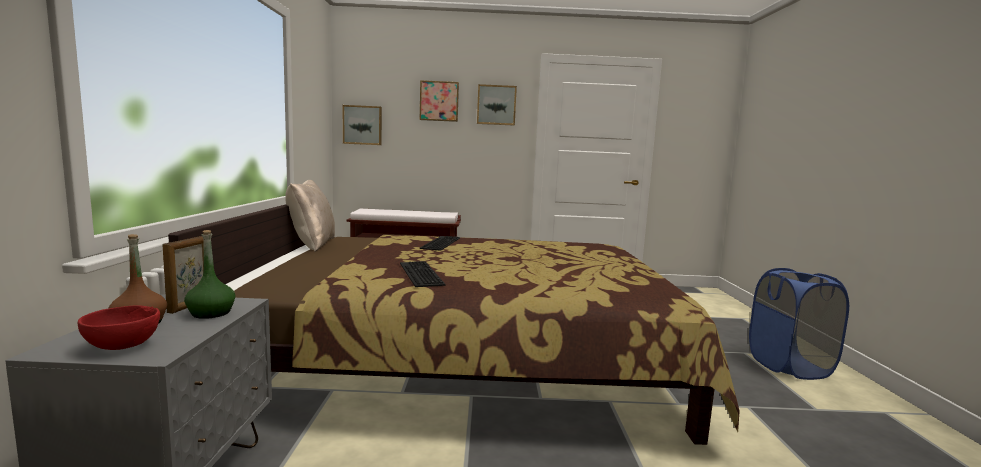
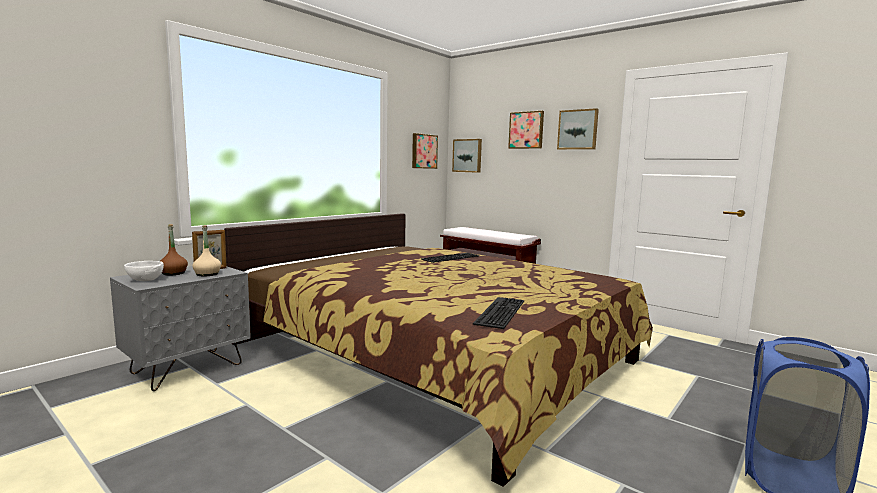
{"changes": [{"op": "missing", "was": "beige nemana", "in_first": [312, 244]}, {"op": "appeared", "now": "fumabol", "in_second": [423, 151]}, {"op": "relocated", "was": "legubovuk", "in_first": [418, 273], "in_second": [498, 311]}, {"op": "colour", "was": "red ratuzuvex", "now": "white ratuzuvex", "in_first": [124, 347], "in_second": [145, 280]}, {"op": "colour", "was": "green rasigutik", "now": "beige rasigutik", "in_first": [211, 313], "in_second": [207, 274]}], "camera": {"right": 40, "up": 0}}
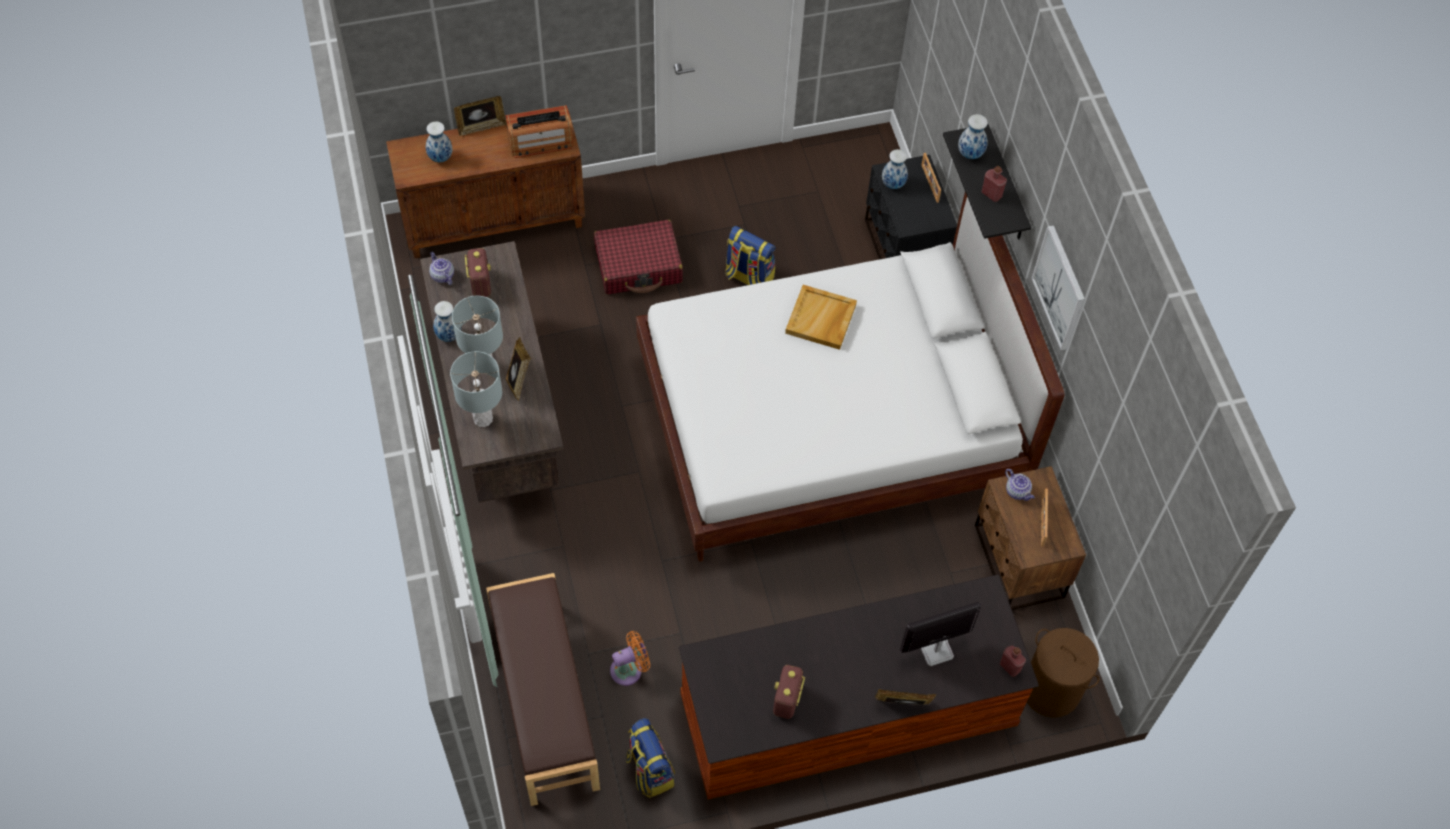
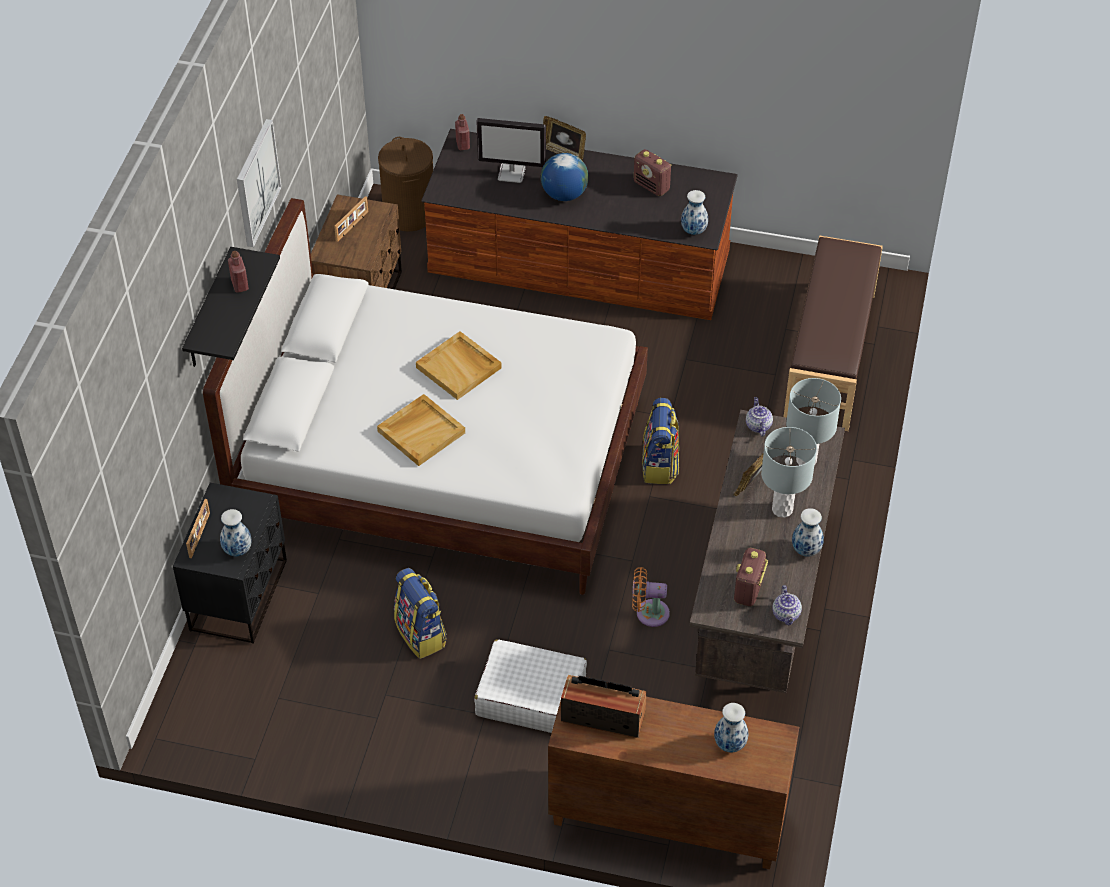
{"changes": [{"op": "missing", "was": "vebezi", "in_first": [481, 127]}, {"op": "appeared", "now": "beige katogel", "in_second": [459, 368]}, {"op": "appeared", "now": "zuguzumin", "in_second": [564, 194]}, {"op": "relocated", "was": "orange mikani", "in_first": [629, 669], "in_second": [648, 613]}, {"op": "relocated", "was": "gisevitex", "in_first": [649, 770], "in_second": [660, 465]}, {"op": "relocated", "was": "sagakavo", "in_first": [970, 154], "in_second": [694, 231]}, {"op": "relocated", "was": "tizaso", "in_first": [1018, 491], "in_second": [758, 425]}, {"op": "colour", "was": "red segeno", "now": "white segeno", "in_first": [639, 265], "in_second": [530, 696]}, {"op": "spun", "was": "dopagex", "in_first": [787, 700], "in_second": [652, 186], "clockwise": 90}], "camera": {"right": -150, "up": -10}}
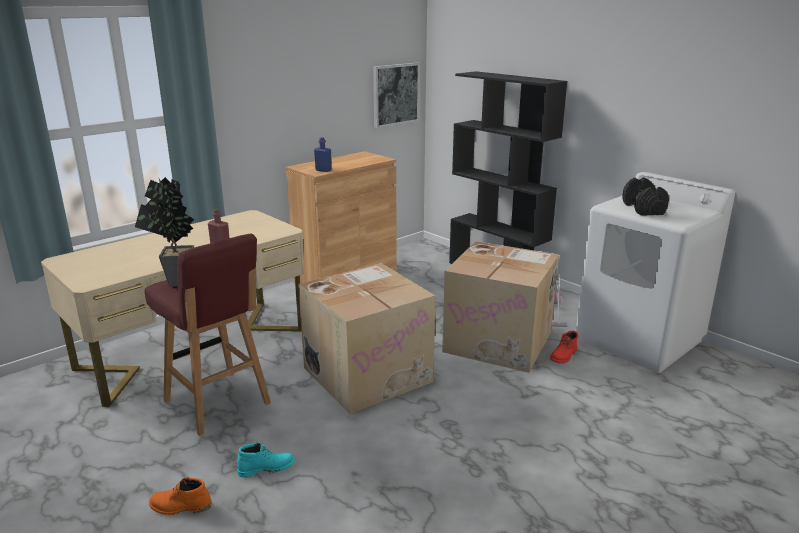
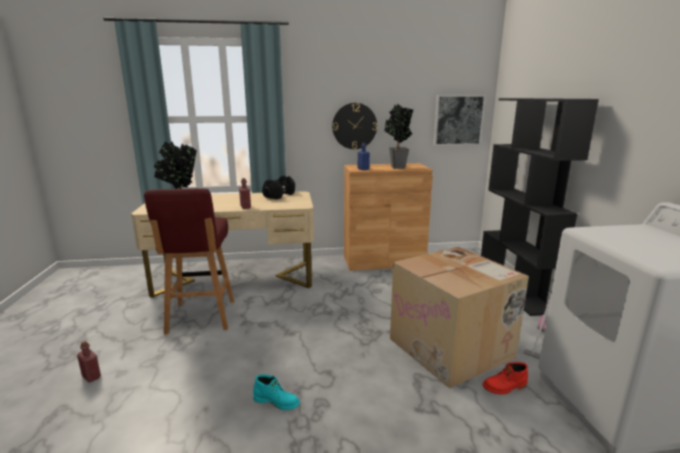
{"changes": [{"op": "missing", "was": "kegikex", "in_first": [368, 373]}, {"op": "appeared", "now": "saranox", "in_second": [354, 126]}, {"op": "appeared", "now": "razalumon", "in_second": [397, 168]}, {"op": "relocated", "was": "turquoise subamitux", "in_first": [266, 468], "in_second": [277, 402]}, {"op": "relocated", "was": "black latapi", "in_first": [643, 209], "in_second": [279, 195]}, {"op": "exchanged", "was": "orange subamitux", "now": "red rasigutik", "in_first": [180, 507], "in_second": [91, 377]}], "camera": {"right": 35, "up": -5}}
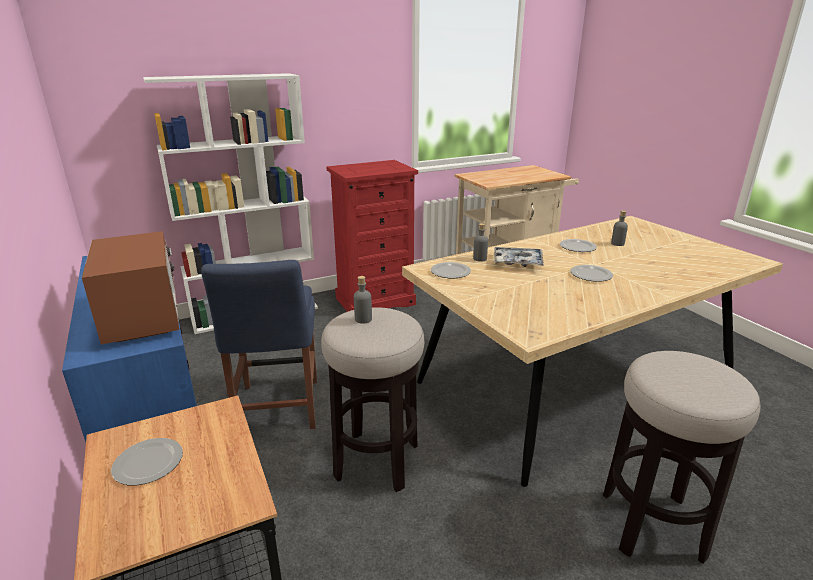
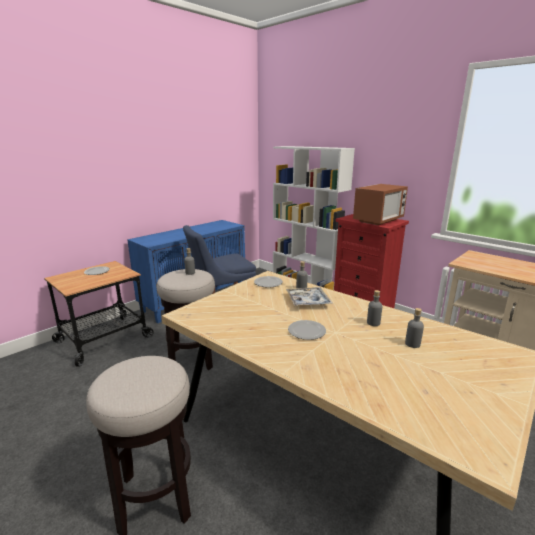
{"changes": [{"op": "relocated", "was": "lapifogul", "in_first": [143, 319], "in_second": [378, 220]}, {"op": "exchanged", "was": "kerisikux", "now": "grey rasigutik", "in_first": [577, 247], "in_second": [373, 323]}], "camera": {"right": 70, "up": -5}}
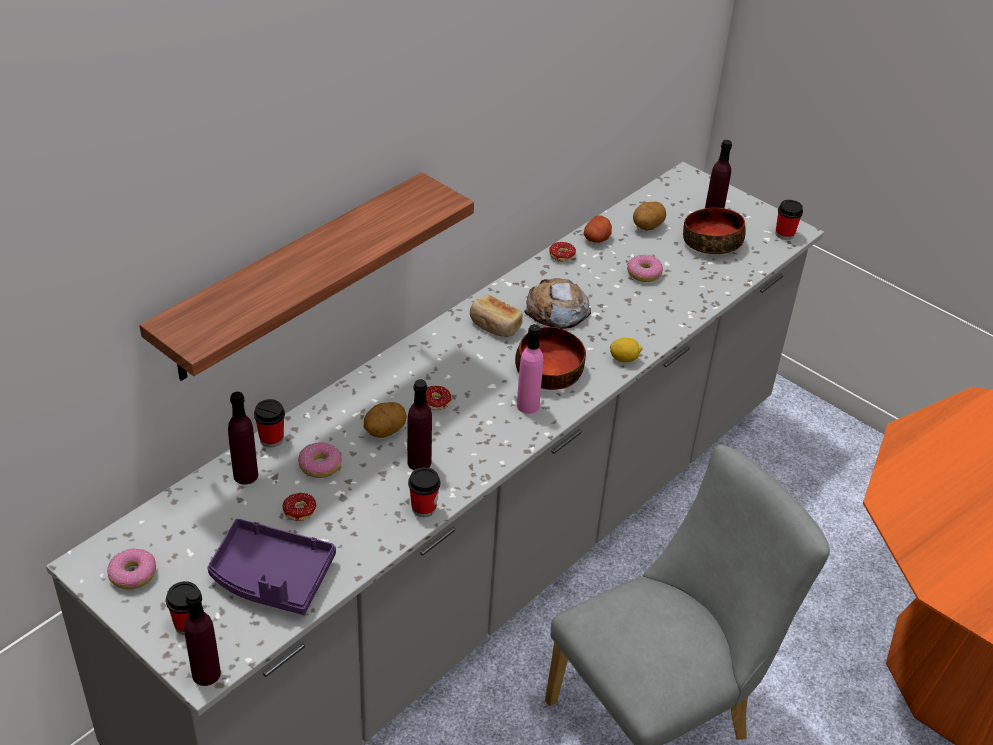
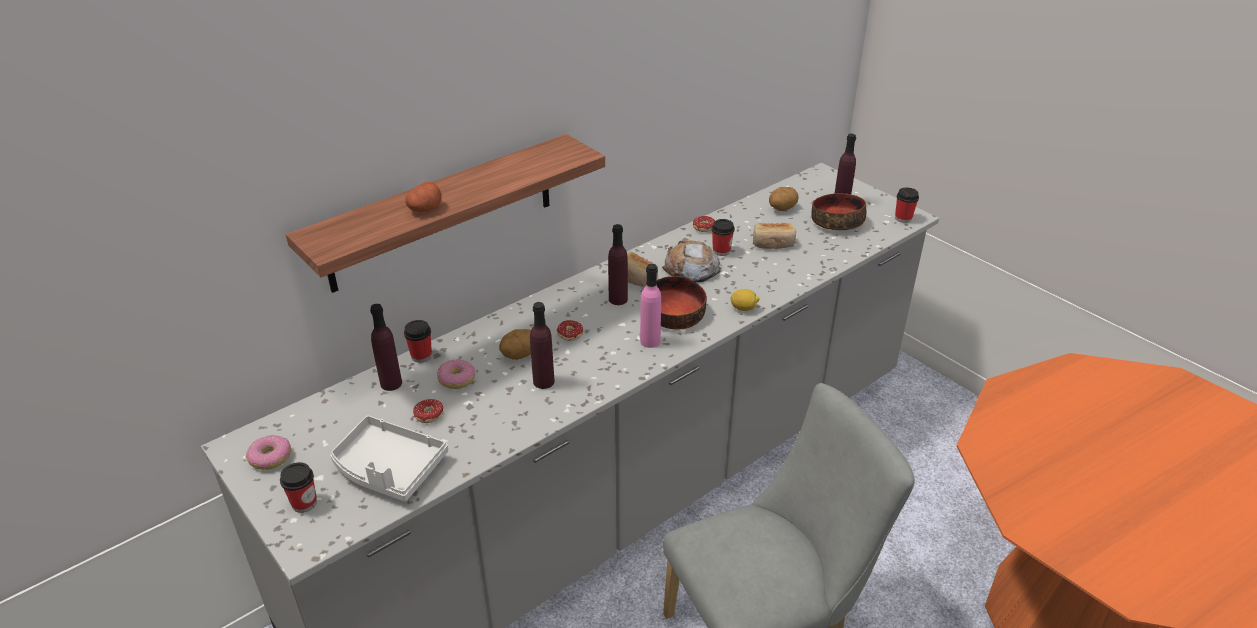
{"changes": [{"op": "relocated", "was": "purple rasigutik", "in_first": [206, 673], "in_second": [618, 299]}, {"op": "relocated", "was": "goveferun", "in_first": [423, 508], "in_second": [721, 251]}, {"op": "relocated", "was": "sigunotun", "in_first": [597, 238], "in_second": [425, 209]}, {"op": "exchanged", "was": "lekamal", "now": "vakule", "in_first": [644, 274], "in_second": [773, 243]}, {"op": "colour", "was": "purple katogel", "now": "grey katogel", "in_first": [271, 577], "in_second": [388, 468]}], "camera": {"right": 10, "up": -5}}
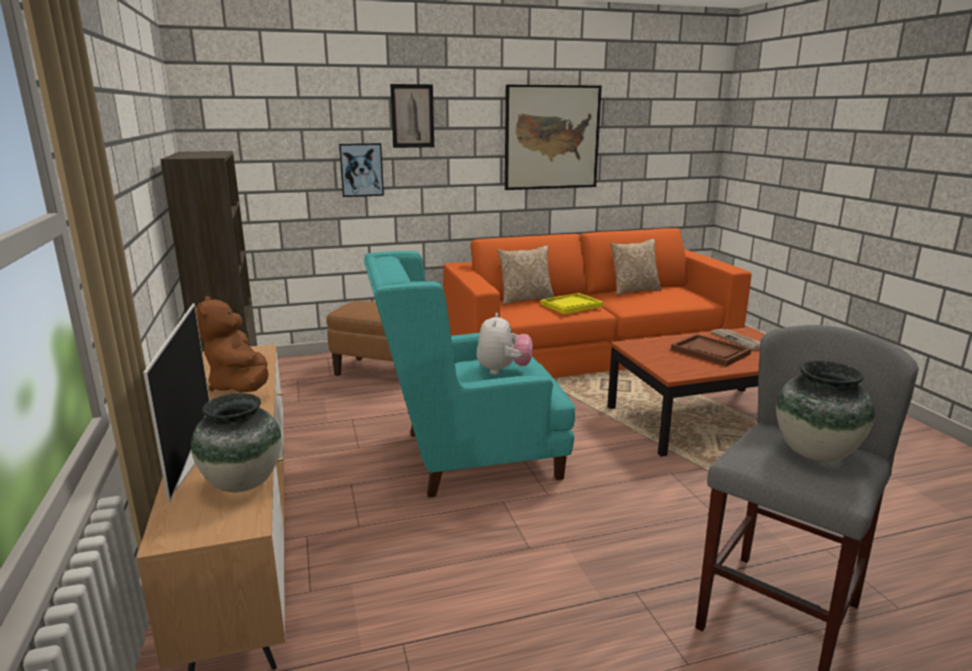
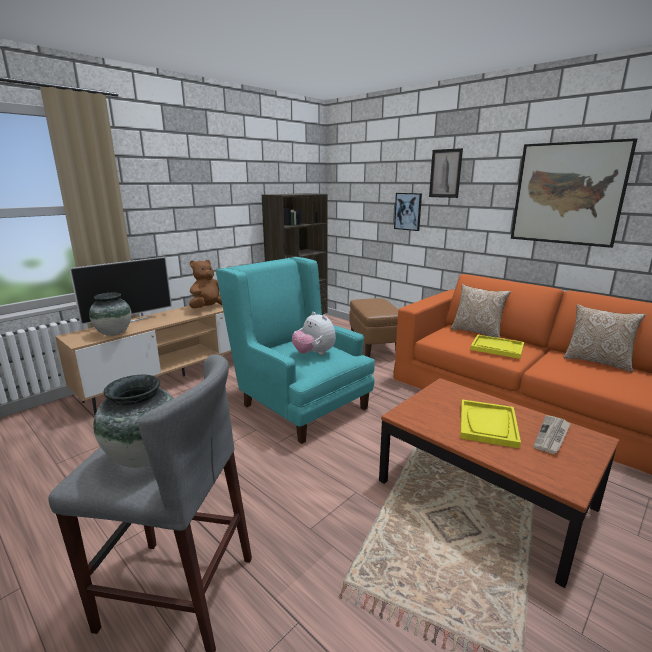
{"changes": [{"op": "colour", "was": "brown katogel", "now": "yellow katogel", "in_first": [710, 352], "in_second": [488, 424]}, {"op": "spun", "was": "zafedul", "in_first": [503, 370], "in_second": [314, 353], "clockwise": 75}], "camera": {"right": 60, "up": 0}}
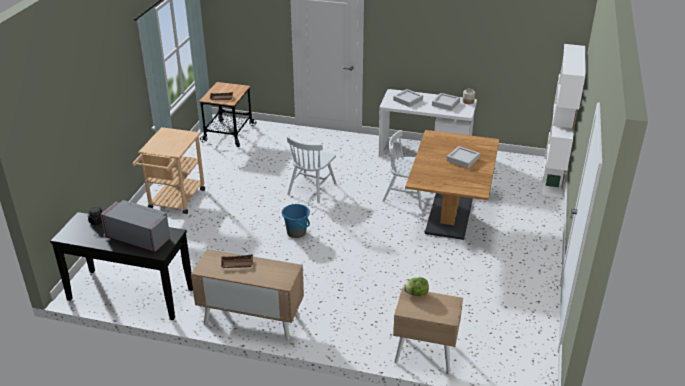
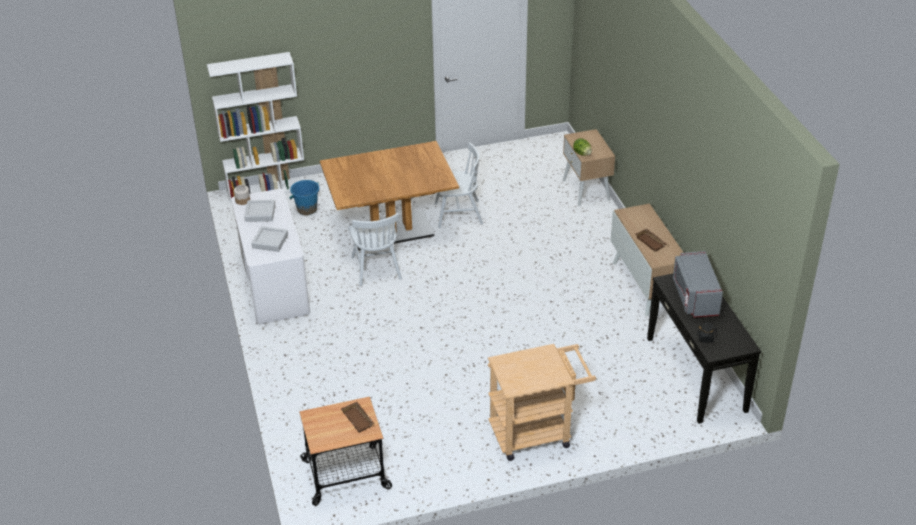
{"changes": [{"op": "missing", "was": "grey katogel", "in_first": [463, 159]}, {"op": "relocated", "was": "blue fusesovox", "in_first": [296, 232], "in_second": [307, 209]}, {"op": "relocated", "was": "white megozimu", "in_first": [311, 188], "in_second": [458, 214]}], "camera": {"right": -120, "up": 5}}
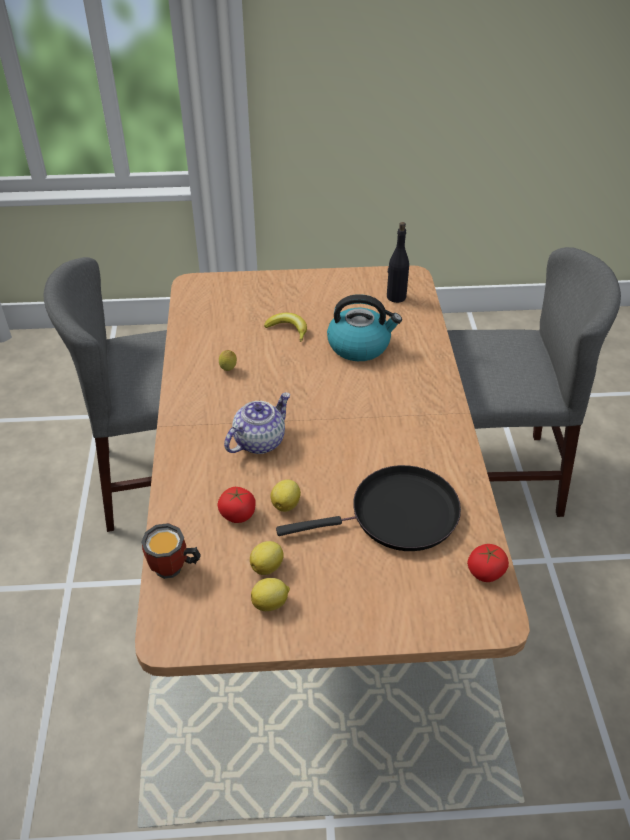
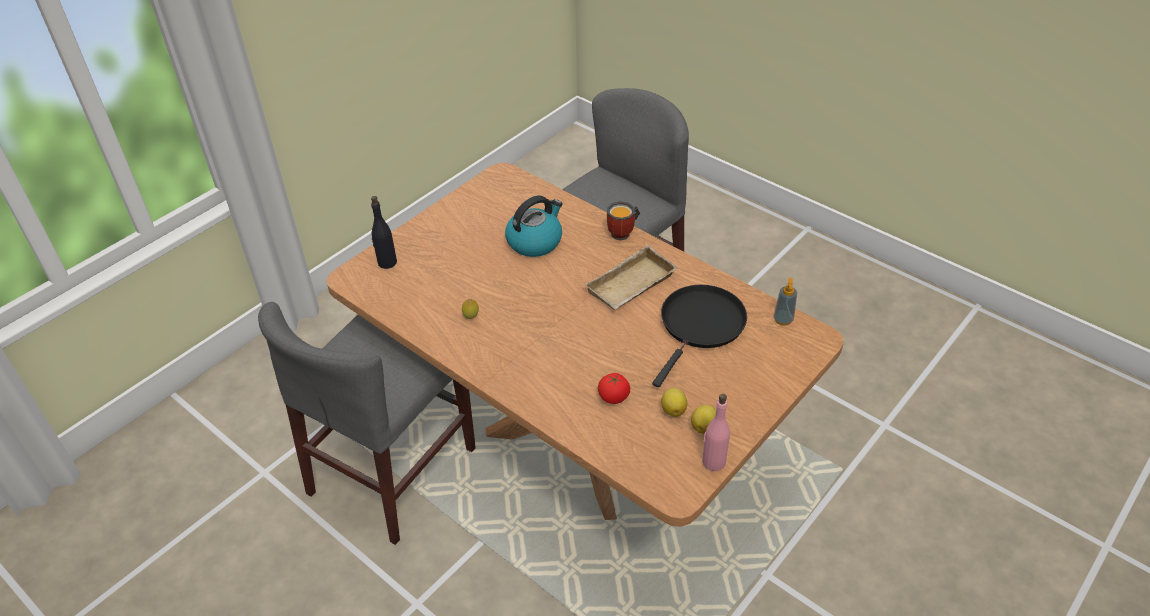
{"changes": [{"op": "missing", "was": "tizaso", "in_first": [259, 441]}, {"op": "missing", "was": "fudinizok", "in_first": [288, 329]}, {"op": "missing", "was": "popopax", "in_first": [286, 504]}, {"op": "appeared", "now": "beige katogel", "in_second": [632, 286]}, {"op": "appeared", "now": "pink rasigutik", "in_second": [713, 461]}, {"op": "relocated", "was": "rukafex", "in_first": [173, 569], "in_second": [624, 233]}, {"op": "relocated", "was": "black rasigutik", "in_first": [396, 297], "in_second": [387, 262]}, {"op": "exchanged", "was": "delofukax", "now": "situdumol", "in_first": [485, 572], "in_second": [783, 319]}], "camera": {"right": -45, "up": 0}}
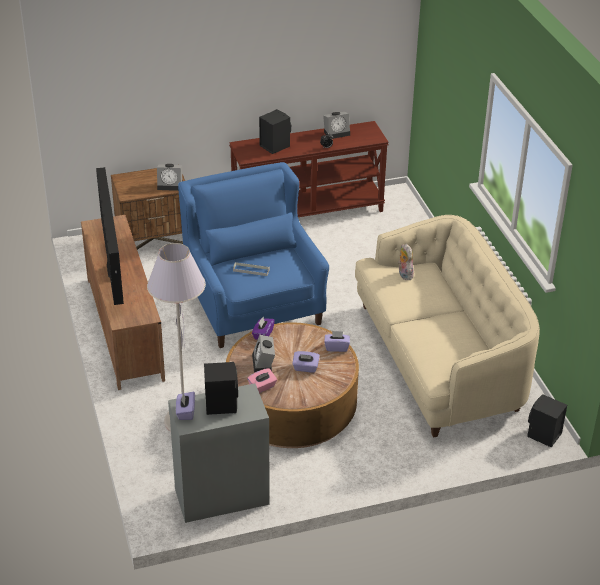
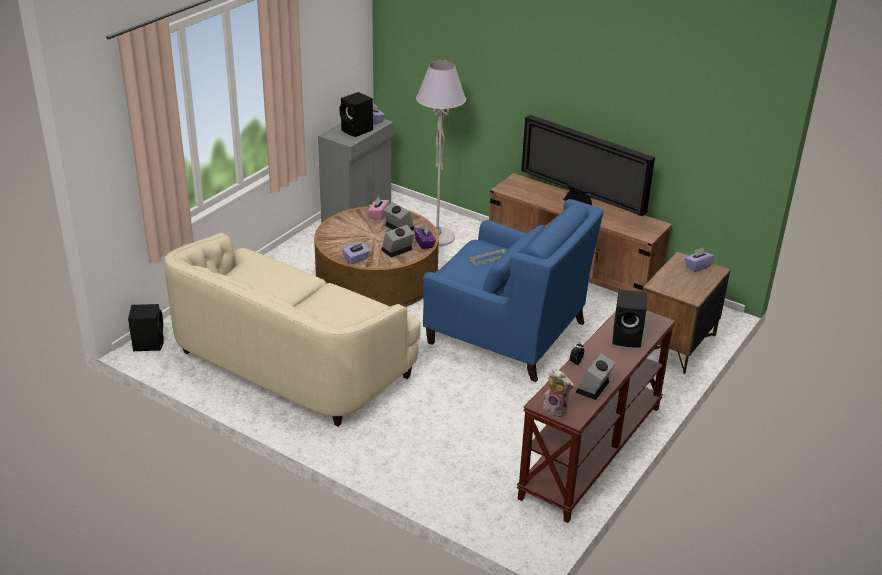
{"changes": [{"op": "relocated", "was": "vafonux", "in_first": [171, 185], "in_second": [397, 251]}, {"op": "relocated", "was": "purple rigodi", "in_first": [305, 368], "in_second": [697, 266]}, {"op": "relocated", "was": "zafedul", "in_first": [404, 274], "in_second": [556, 410]}], "camera": {"right": 140, "up": -5}}
